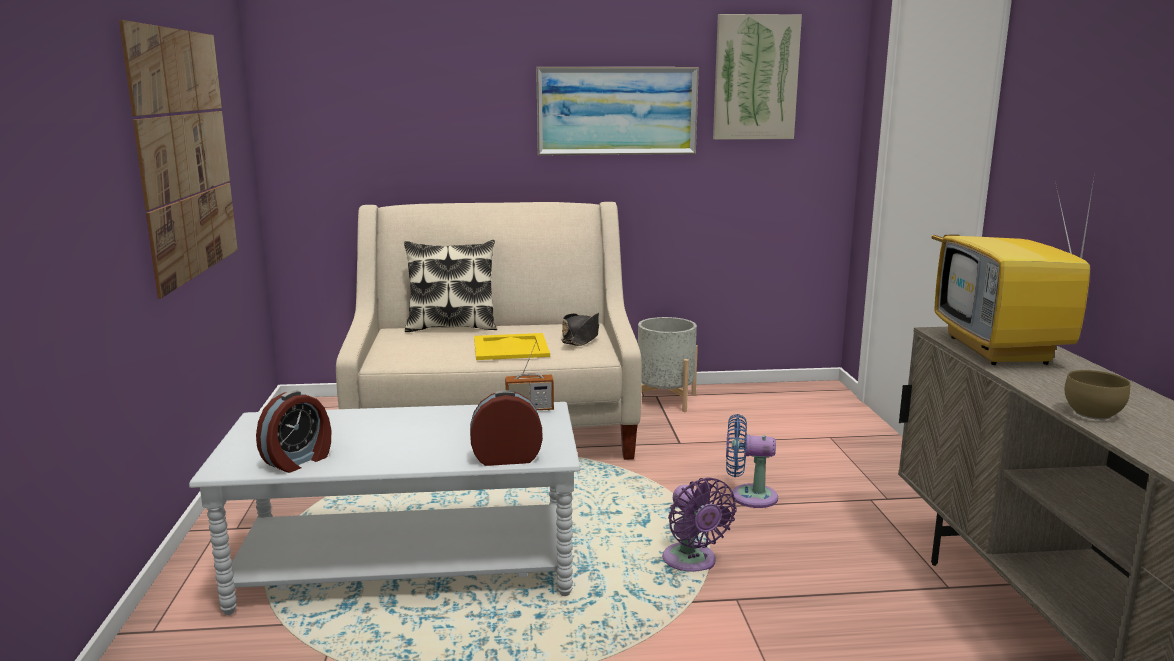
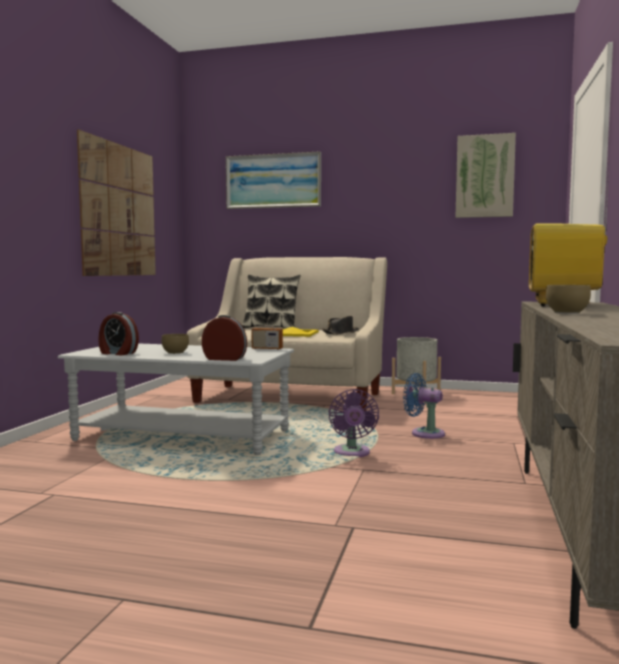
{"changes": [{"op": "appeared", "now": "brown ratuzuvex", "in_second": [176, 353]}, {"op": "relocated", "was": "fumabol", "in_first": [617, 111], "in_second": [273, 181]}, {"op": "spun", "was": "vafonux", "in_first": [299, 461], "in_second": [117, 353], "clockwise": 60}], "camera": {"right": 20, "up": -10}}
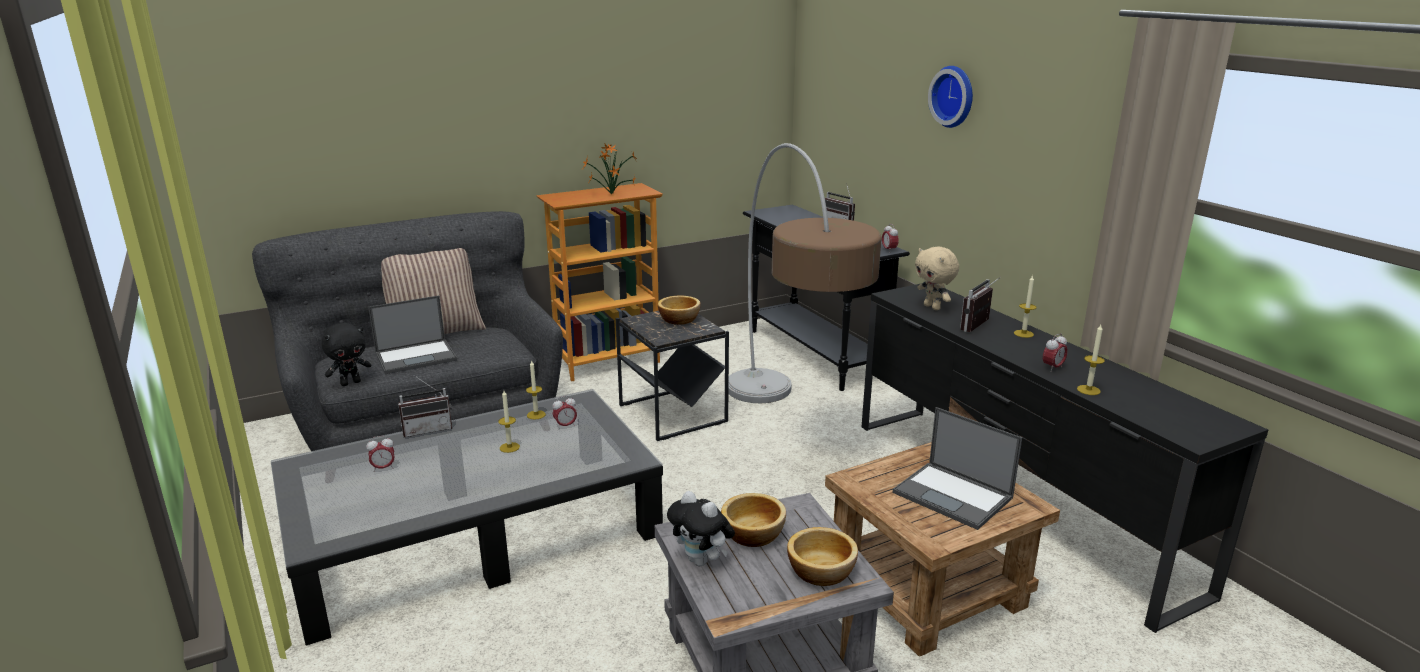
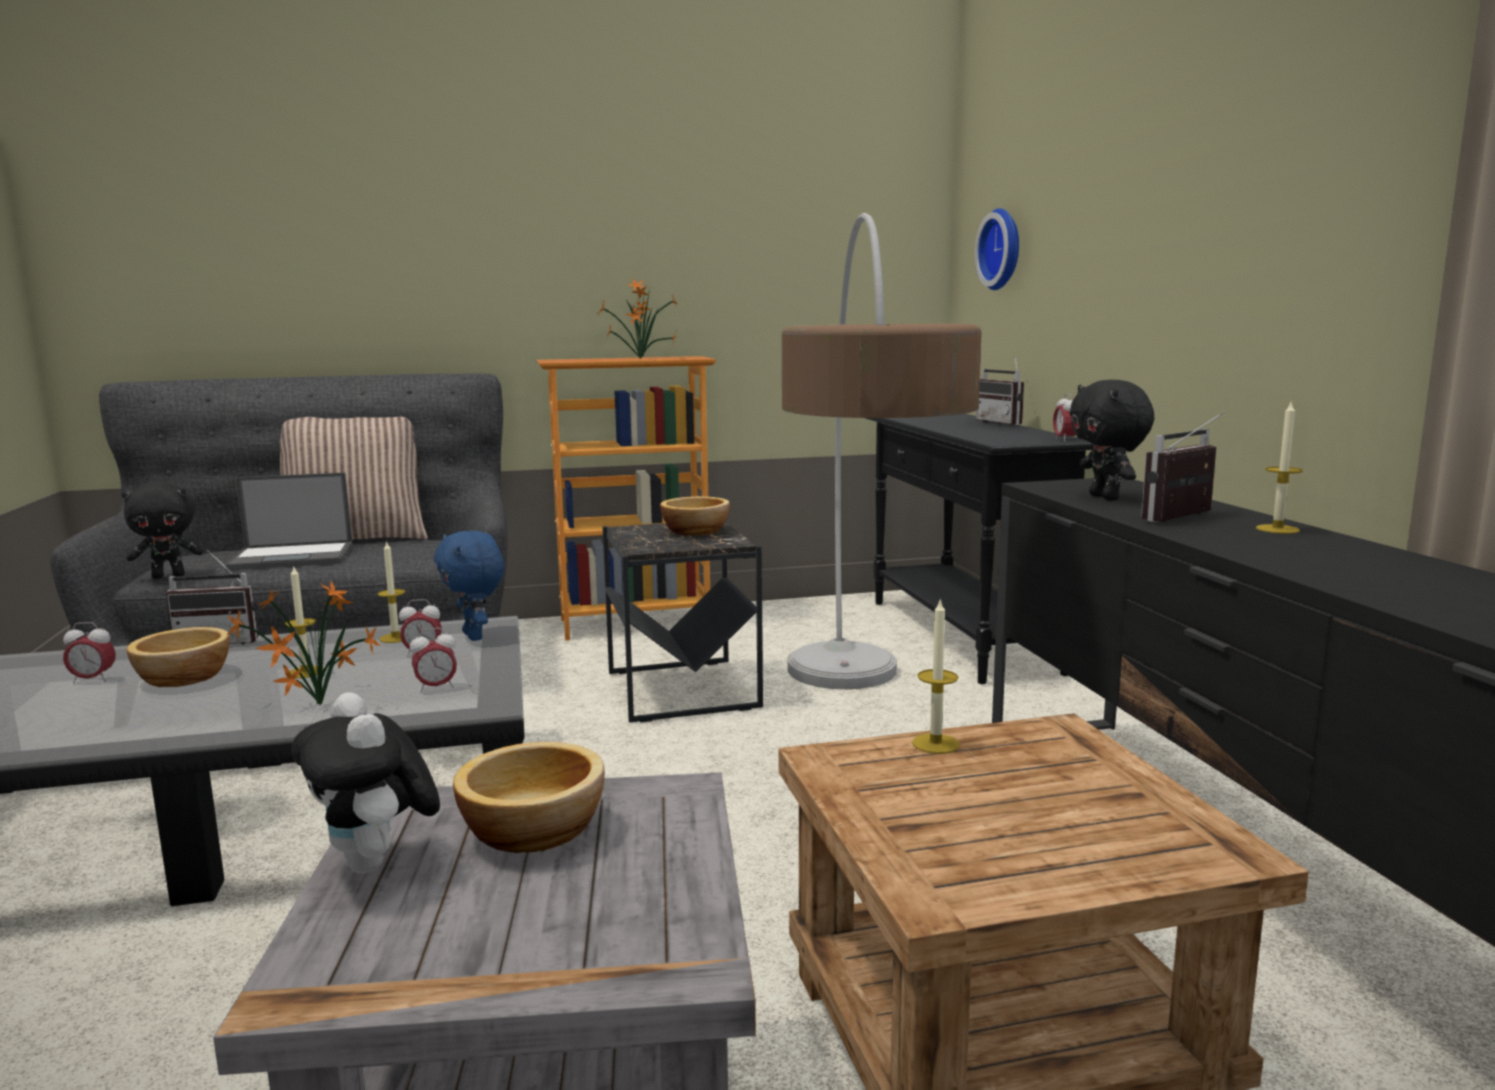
{"changes": [{"op": "missing", "was": "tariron", "in_first": [954, 495]}, {"op": "appeared", "now": "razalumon", "in_second": [317, 707]}, {"op": "appeared", "now": "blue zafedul", "in_second": [475, 636]}, {"op": "relocated", "was": "ratuzuvex", "in_first": [822, 571], "in_second": [186, 677]}, {"op": "relocated", "was": "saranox", "in_first": [954, 96], "in_second": [1003, 249]}, {"op": "relocated", "was": "vafonux", "in_first": [1052, 368], "in_second": [436, 688]}, {"op": "relocated", "was": "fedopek", "in_first": [1088, 390], "in_second": [935, 744]}, {"op": "colour", "was": "beige zafedul", "now": "black zafedul", "in_first": [933, 307], "in_second": [1106, 497]}], "camera": {"right": 15, "up": -10}}
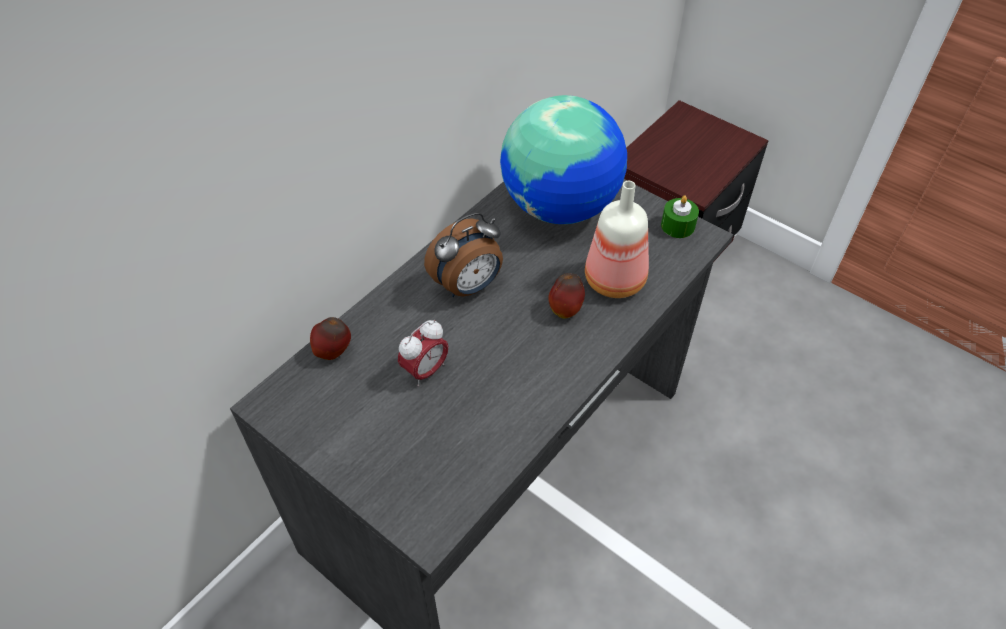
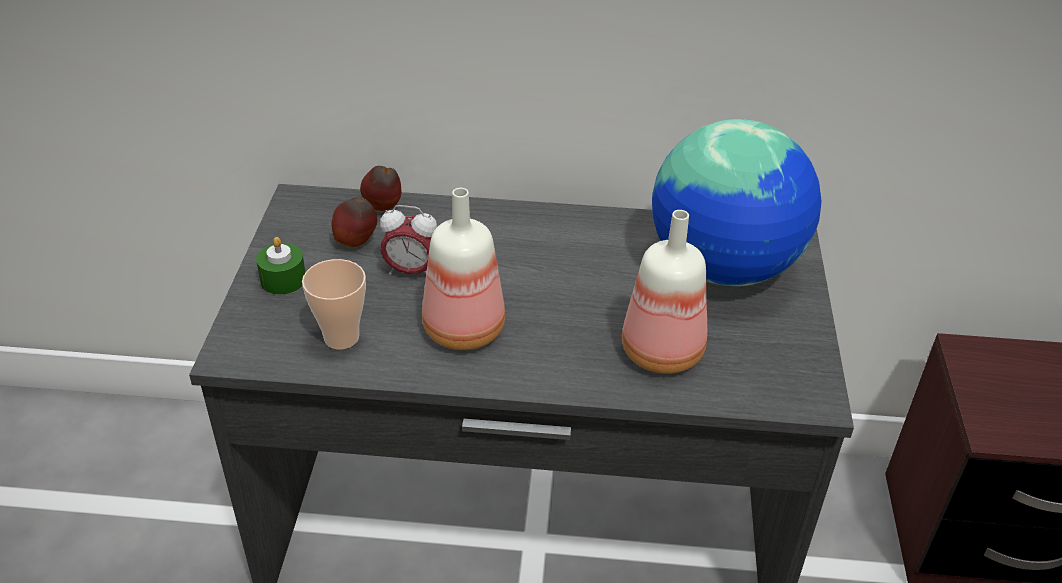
{"changes": [{"op": "missing", "was": "vafonux", "in_first": [468, 286]}, {"op": "appeared", "now": "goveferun", "in_second": [341, 337]}, {"op": "appeared", "now": "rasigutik", "in_second": [465, 331]}, {"op": "relocated", "was": "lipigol", "in_first": [565, 310], "in_second": [356, 243]}, {"op": "relocated", "was": "green fedopek", "in_first": [677, 226], "in_second": [283, 279]}], "camera": {"right": 55, "up": -10}}
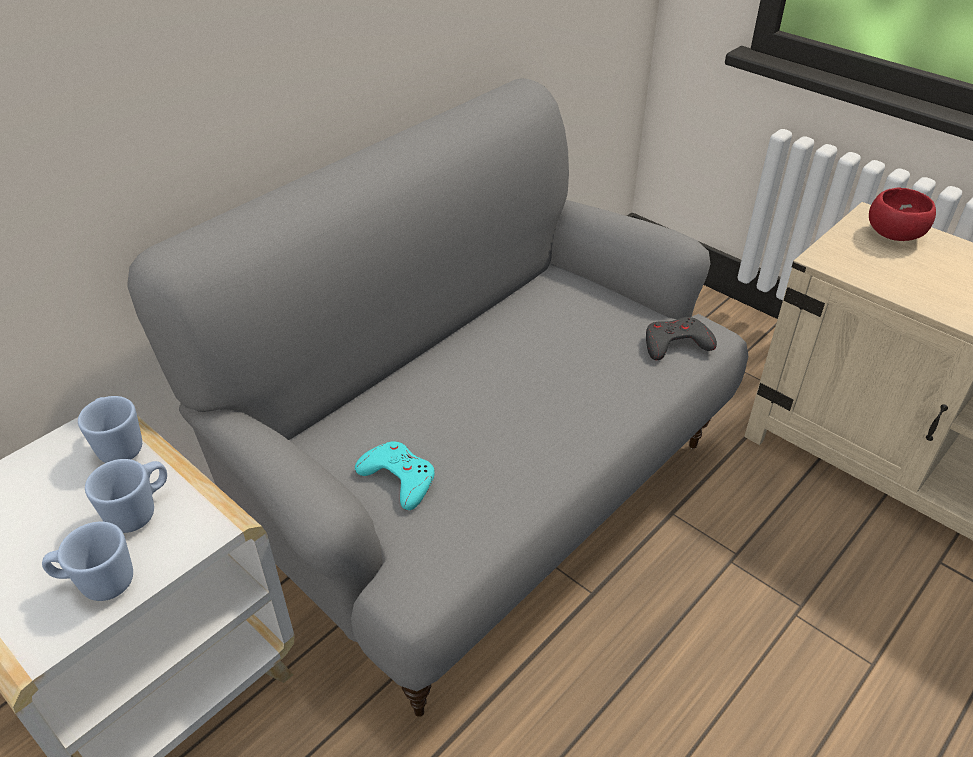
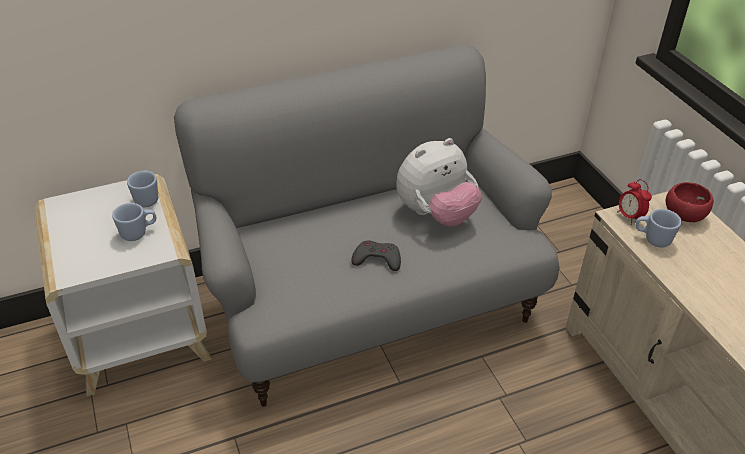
{"changes": [{"op": "missing", "was": "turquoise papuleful", "in_first": [398, 478]}, {"op": "appeared", "now": "zafedul", "in_second": [436, 214]}, {"op": "appeared", "now": "vafonux", "in_second": [629, 217]}, {"op": "relocated", "was": "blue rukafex", "in_first": [98, 583], "in_second": [652, 239]}, {"op": "relocated", "was": "grey papuleful", "in_first": [676, 344], "in_second": [377, 259]}], "camera": {"right": 25, "up": 0}}
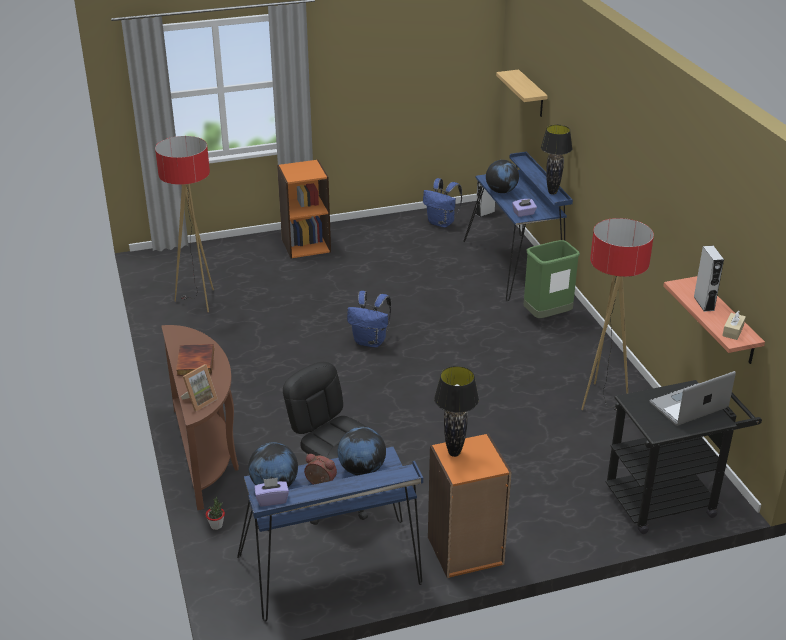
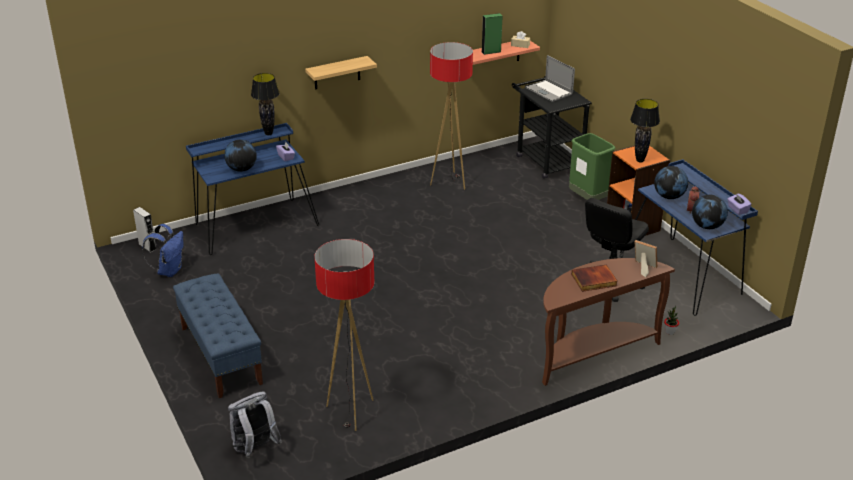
{"changes": [{"op": "missing", "was": "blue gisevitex", "in_first": [371, 341]}, {"op": "appeared", "now": "grey gisevitex", "in_second": [255, 449]}, {"op": "relocated", "was": "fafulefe", "in_first": [531, 94], "in_second": [337, 73]}, {"op": "relocated", "was": "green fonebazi", "in_first": [547, 316], "in_second": [588, 199]}, {"op": "exchanged", "was": "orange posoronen", "now": "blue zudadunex", "in_first": [306, 245], "in_second": [220, 355]}, {"op": "colour", "was": "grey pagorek", "now": "green pagorek", "in_first": [704, 303], "in_second": [491, 52]}], "camera": {"right": -100, "up": 0}}
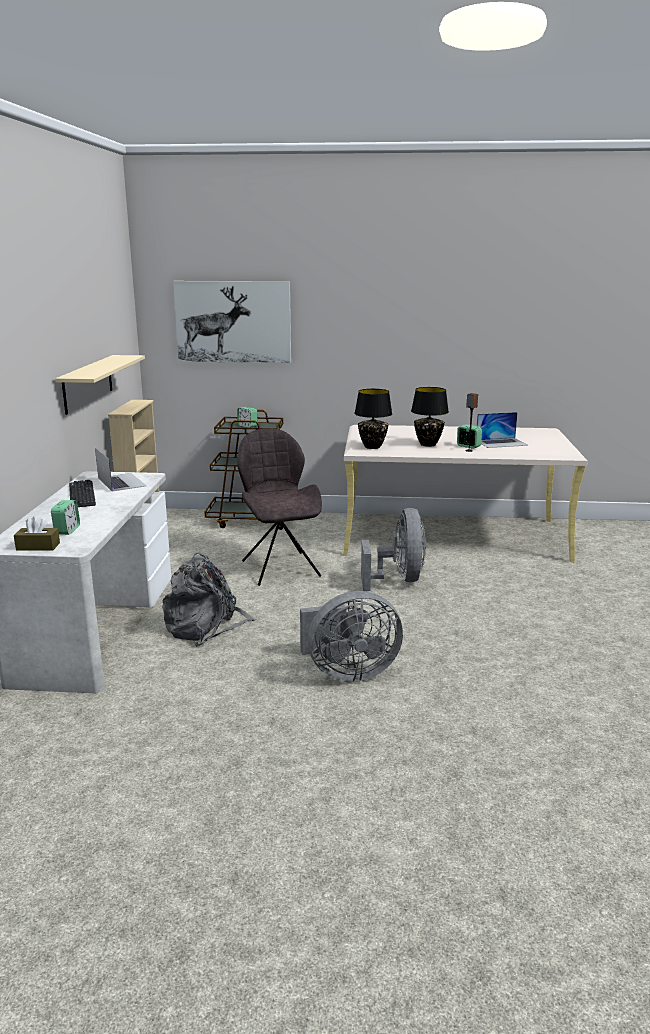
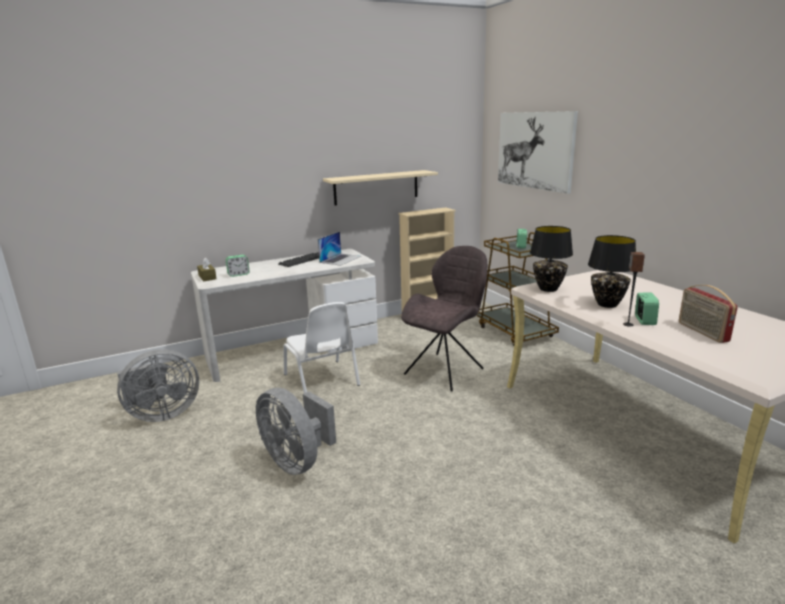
{"changes": [{"op": "relocated", "was": "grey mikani", "in_first": [399, 580], "in_second": [161, 414]}, {"op": "exchanged", "was": "grey gisevitex", "now": "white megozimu", "in_first": [206, 626], "in_second": [322, 380]}, {"op": "exchanged", "was": "tariron", "now": "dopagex", "in_first": [501, 443], "in_second": [702, 332]}], "camera": {"right": 60, "up": 0}}
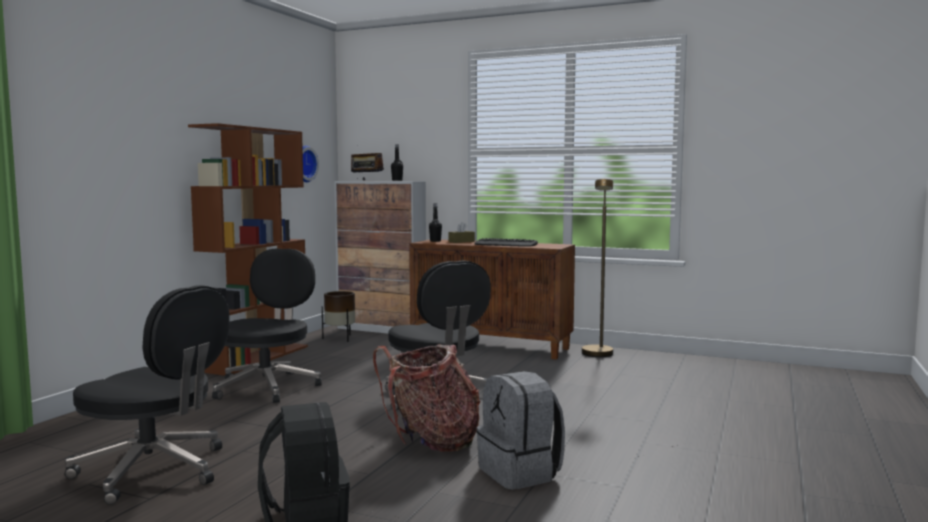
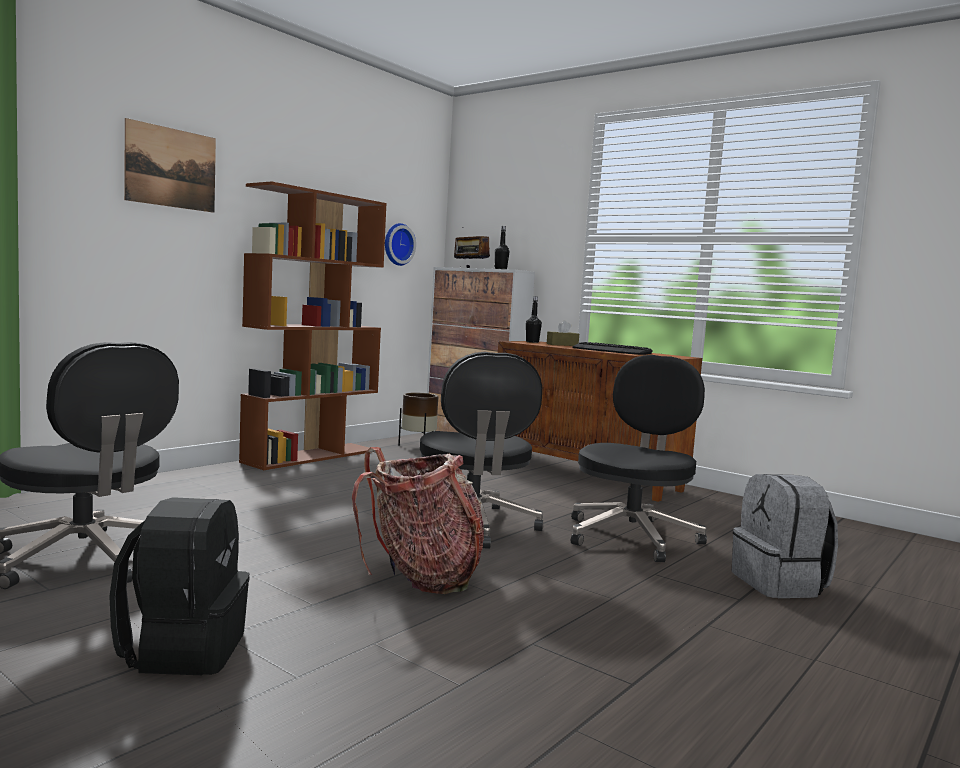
{"changes": [{"op": "missing", "was": "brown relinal", "in_first": [598, 355]}, {"op": "appeared", "now": "fumabol", "in_second": [171, 168]}, {"op": "relocated", "was": "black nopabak", "in_first": [268, 387], "in_second": [632, 536]}, {"op": "relocated", "was": "grey gisevitex", "in_first": [520, 473], "in_second": [780, 584]}], "camera": {"right": 15, "up": 0}}
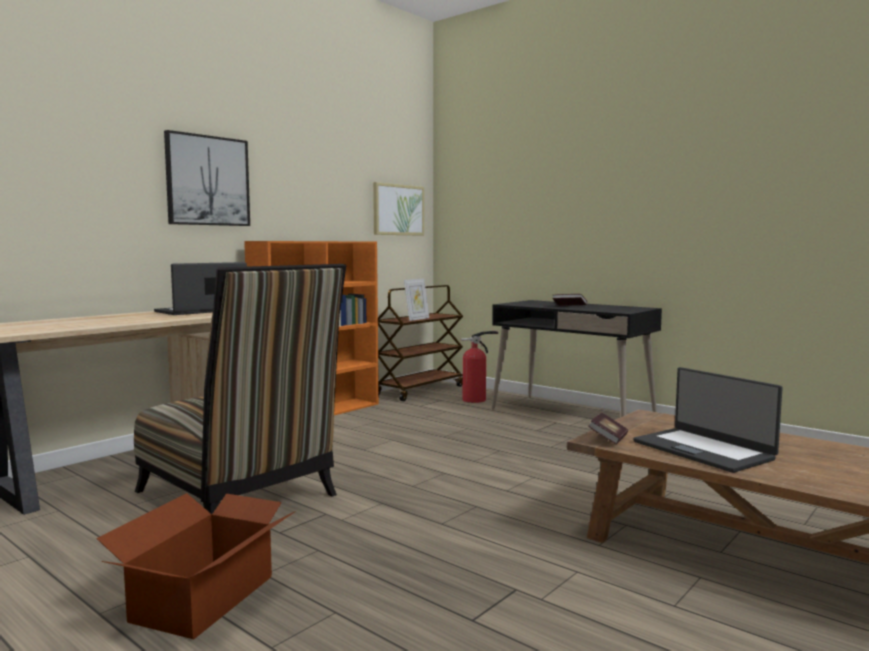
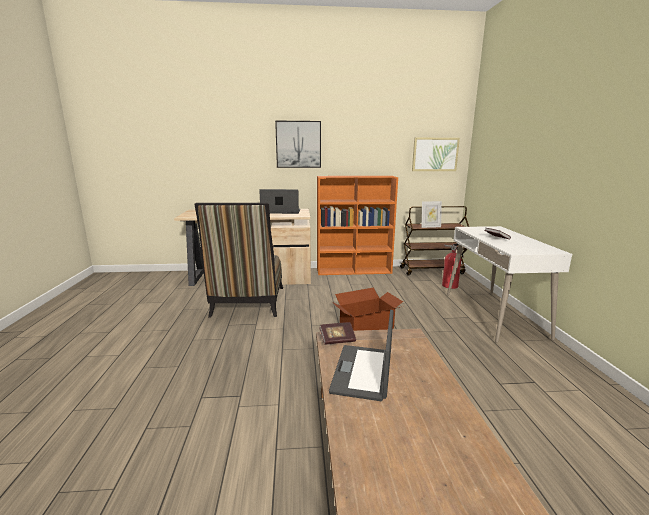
{"changes": [{"op": "relocated", "was": "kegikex", "in_first": [206, 598], "in_second": [367, 327]}, {"op": "colour", "was": "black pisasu", "now": "white pisasu", "in_first": [572, 414], "in_second": [494, 315]}], "camera": {"right": 45, "up": 10}}
